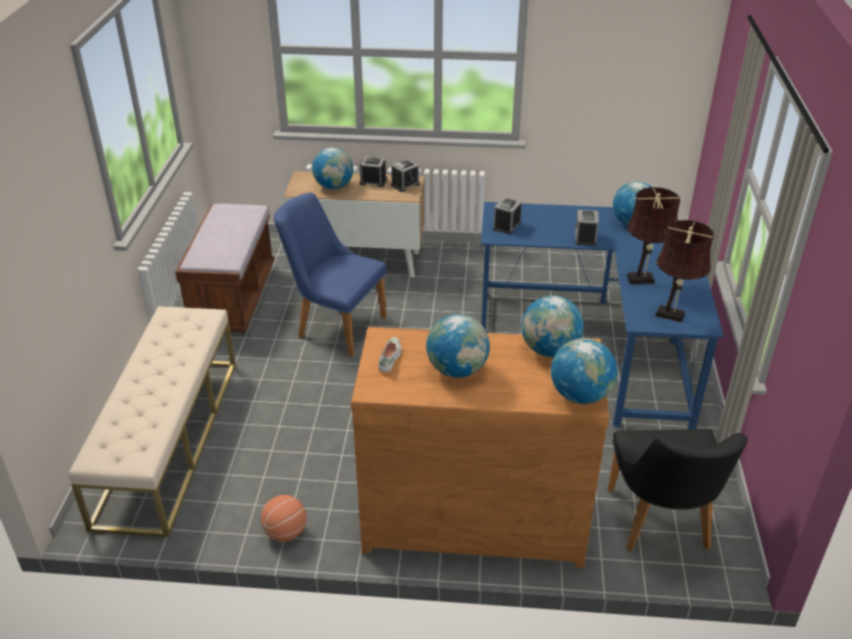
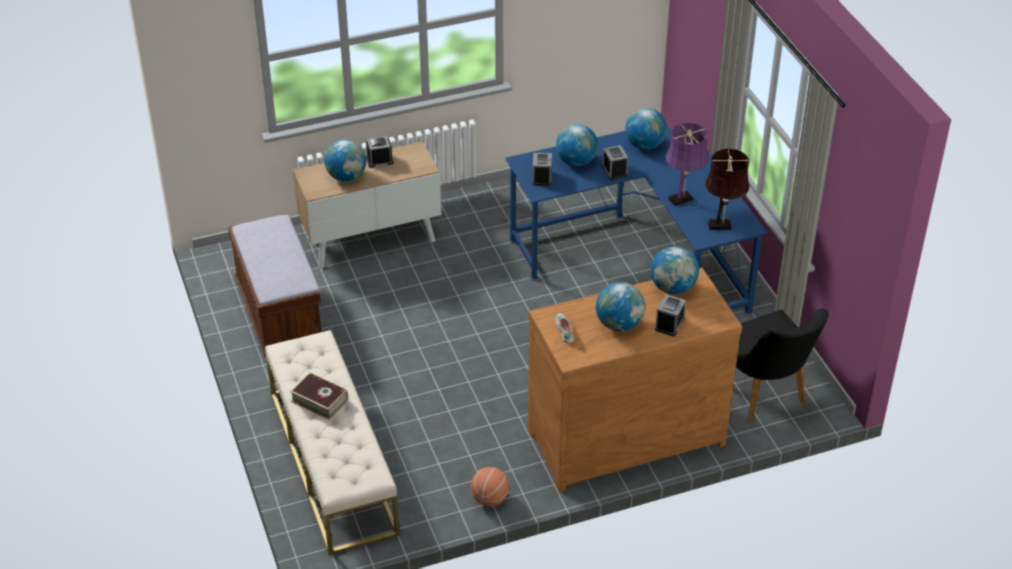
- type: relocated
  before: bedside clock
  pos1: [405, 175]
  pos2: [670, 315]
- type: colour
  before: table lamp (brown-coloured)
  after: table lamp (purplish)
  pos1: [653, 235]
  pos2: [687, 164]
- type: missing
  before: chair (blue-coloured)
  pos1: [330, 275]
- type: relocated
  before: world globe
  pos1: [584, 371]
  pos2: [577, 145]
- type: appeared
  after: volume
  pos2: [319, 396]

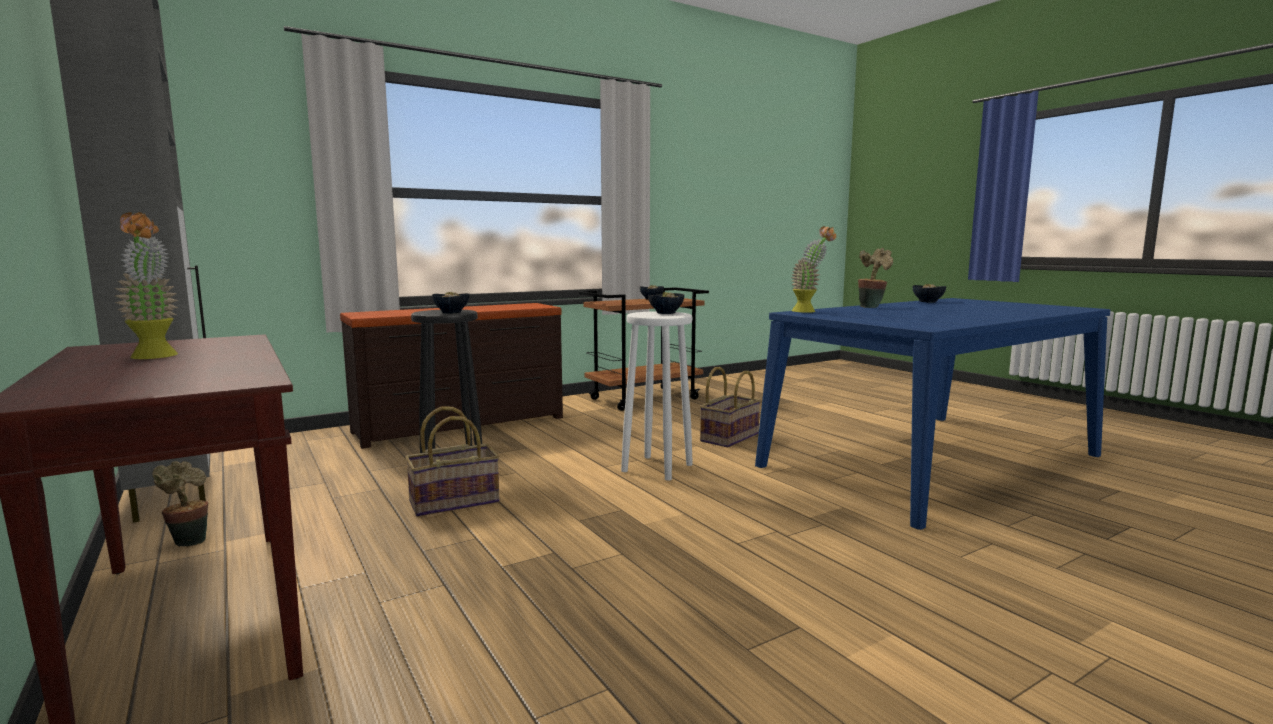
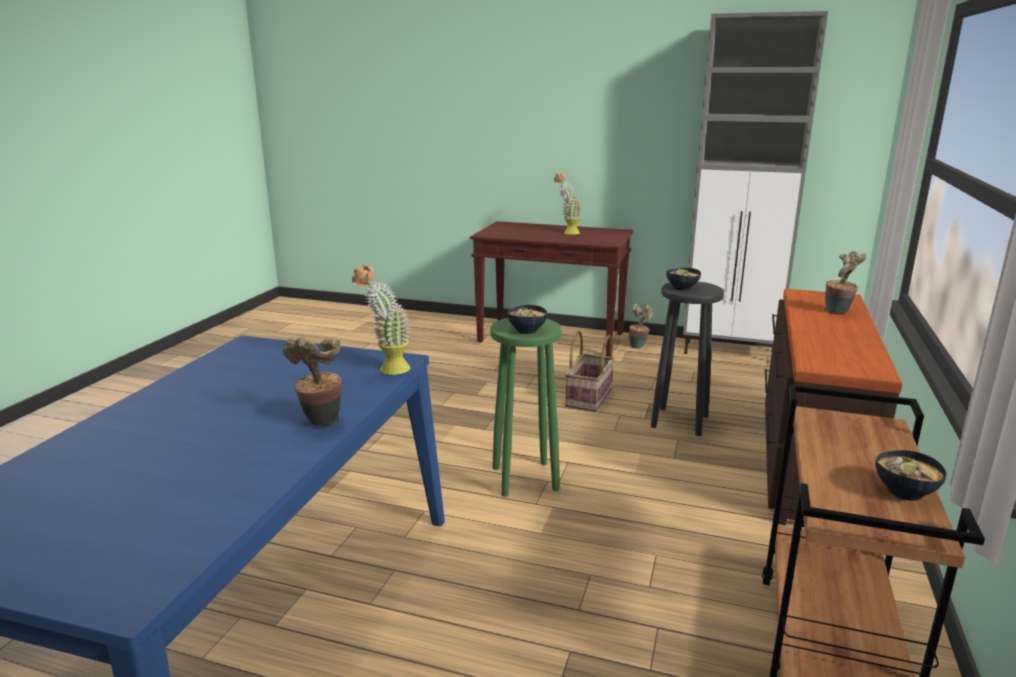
- type: missing
  before: bowl
  pos1: [929, 293]
- type: colour
  before: stool (whitish)
  after: stool (green-coloured)
  pos1: [657, 396]
  pos2: [526, 407]
- type: missing
  before: storage basket
  pos1: [730, 407]
- type: appeared
  after: potted plant
  pos2: [845, 282]

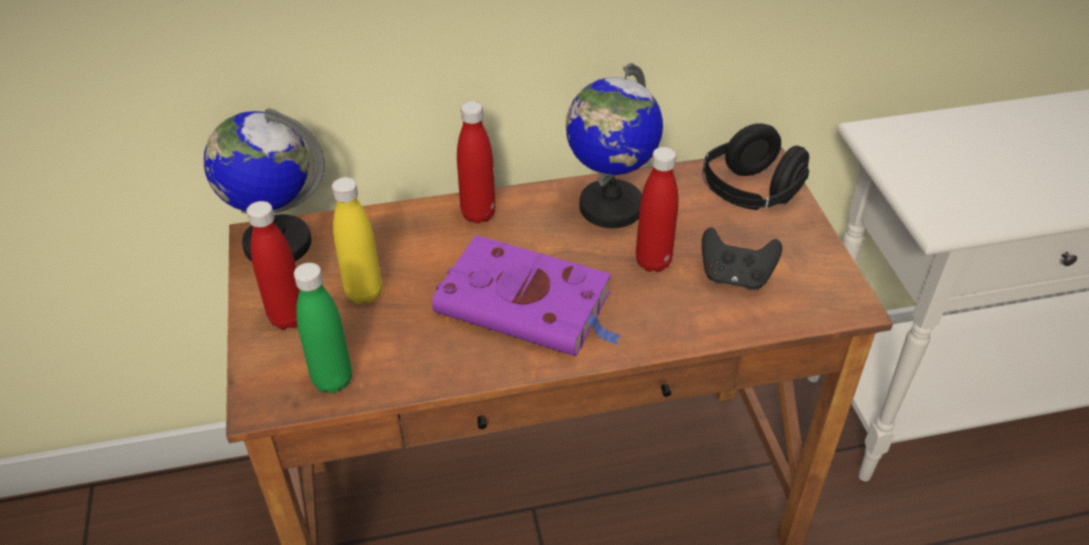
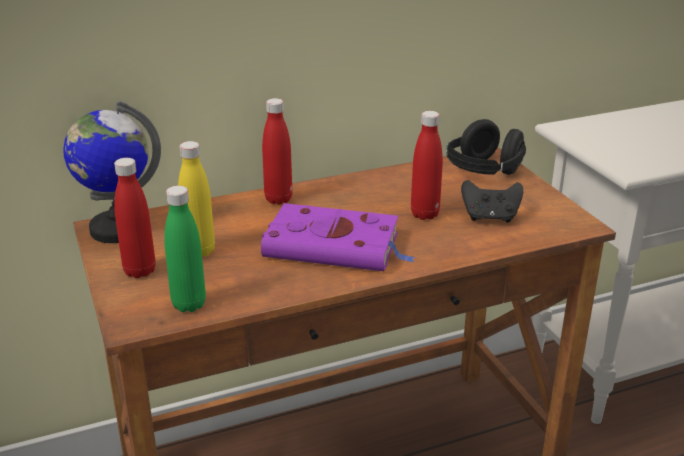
- type: missing
  before: world globe
  pos1: [614, 145]

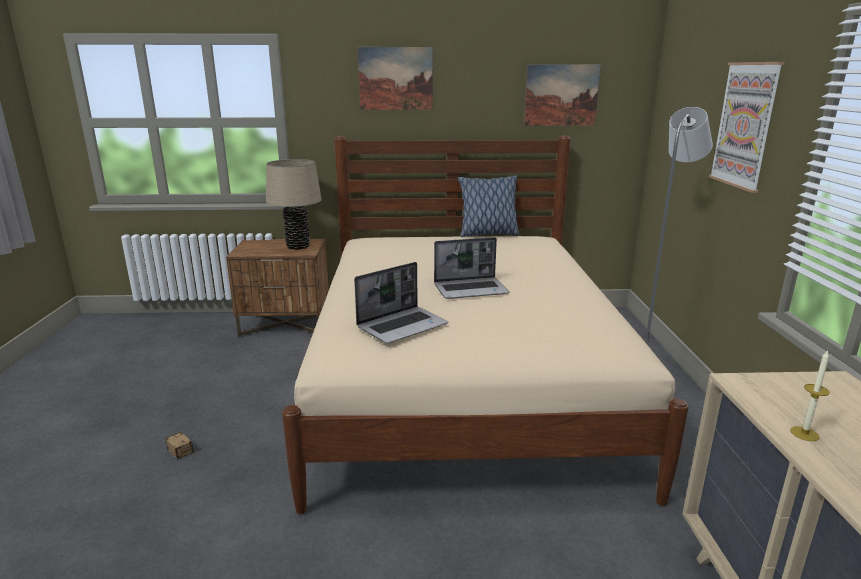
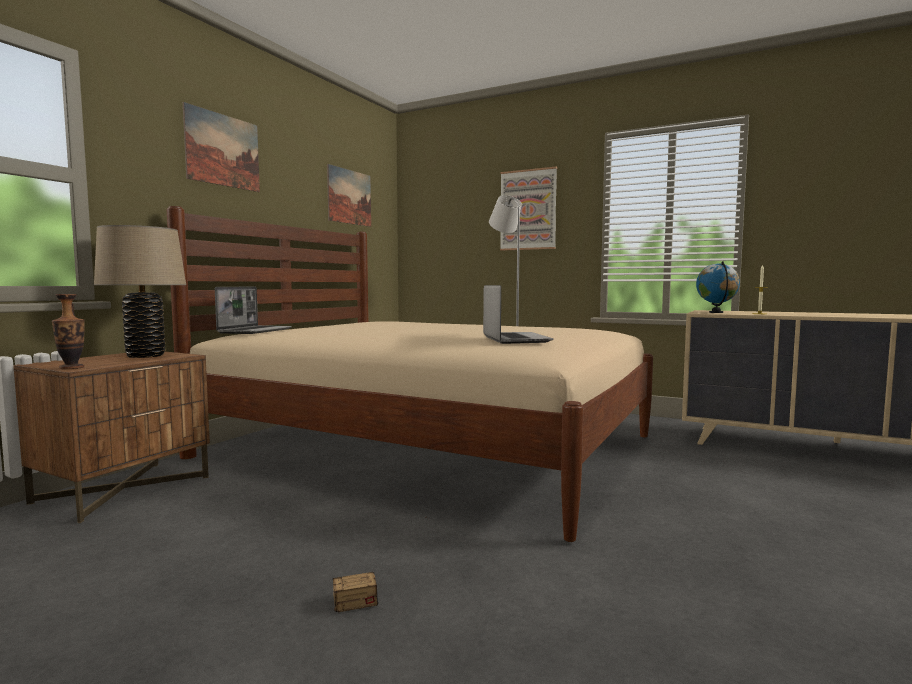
- type: missing
  before: throw pillow
  pos1: [488, 206]
- type: relocated
  before: portable computer
  pos1: [471, 268]
  pos2: [253, 310]
- type: appeared
  after: world globe
  pos2: [718, 287]
- type: appeared
  after: decorative vase
  pos2: [68, 331]

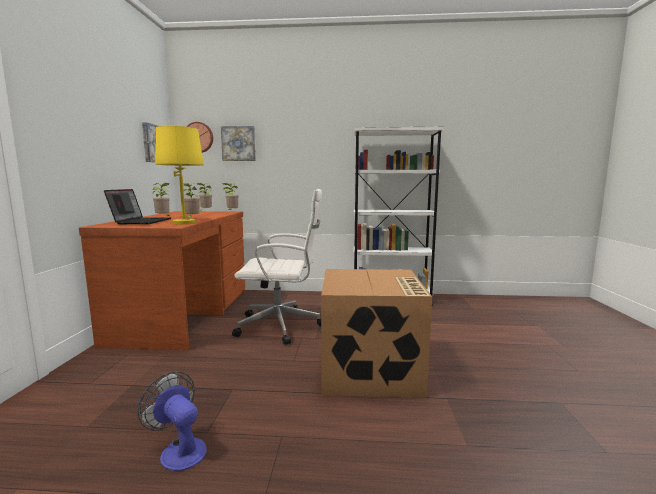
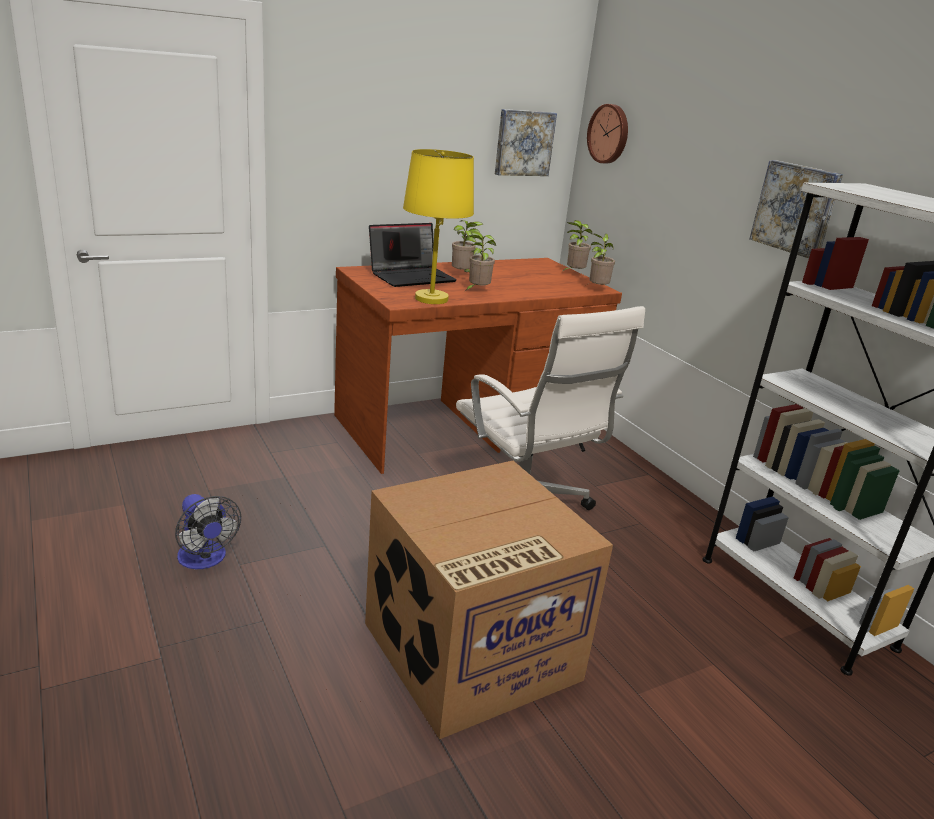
- type: relocated
  before: wall art
  pos1: [238, 143]
  pos2: [796, 209]
- type: spun
  before: electric fan
  pos1: [172, 421]
  pos2: [208, 531]
  turn: 135

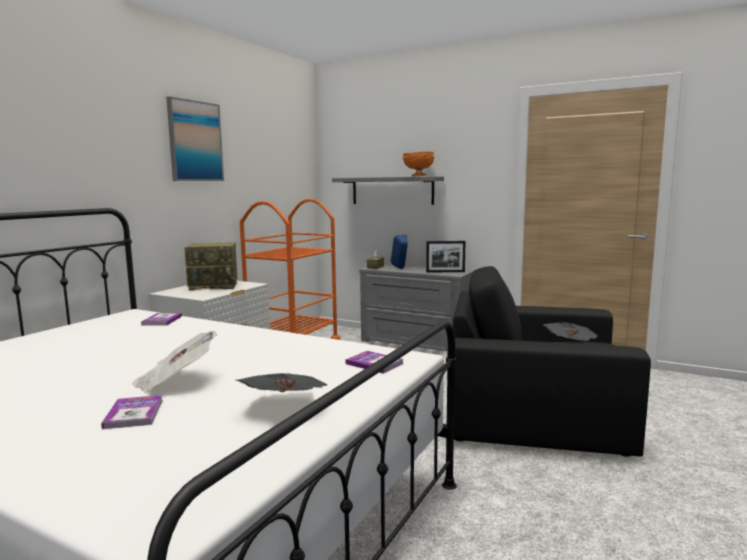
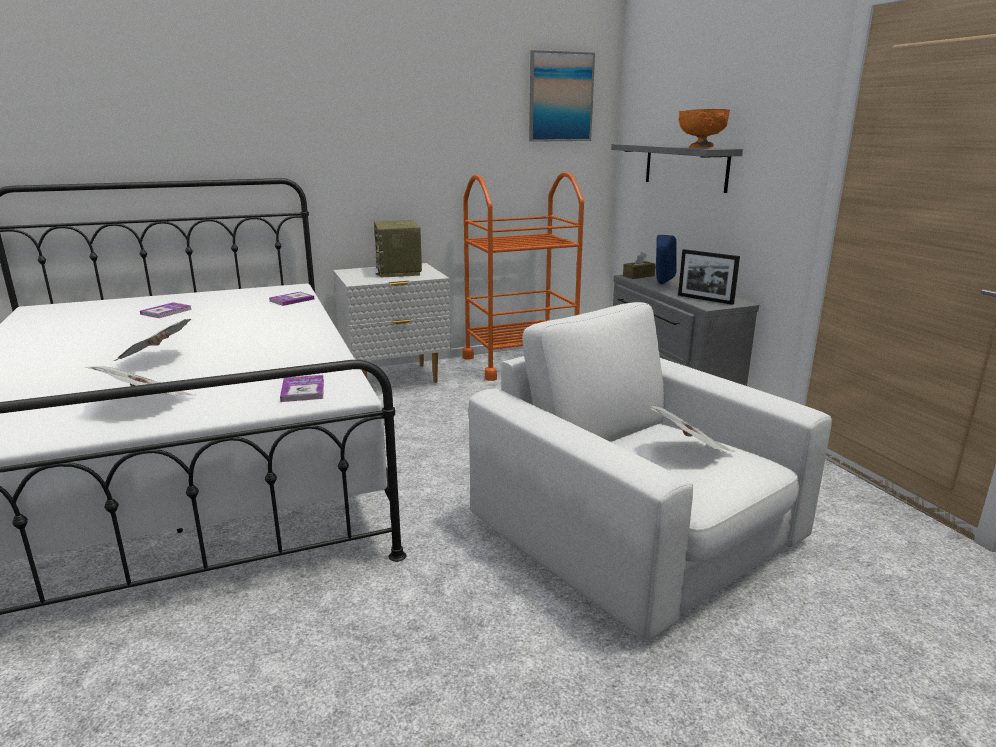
- type: relocated
  before: wall art
  pos1: [195, 138]
  pos2: [562, 96]
- type: spun
  before: radio receiver
  pos1: [211, 266]
  pos2: [398, 249]
  turn: 45
- type: colour
  before: lounge chair (black-coloured)
  after: lounge chair (whitish)
  pos1: [552, 361]
  pos2: [650, 471]
- type: relocated
  before: volume
  pos1: [132, 412]
  pos2: [166, 310]

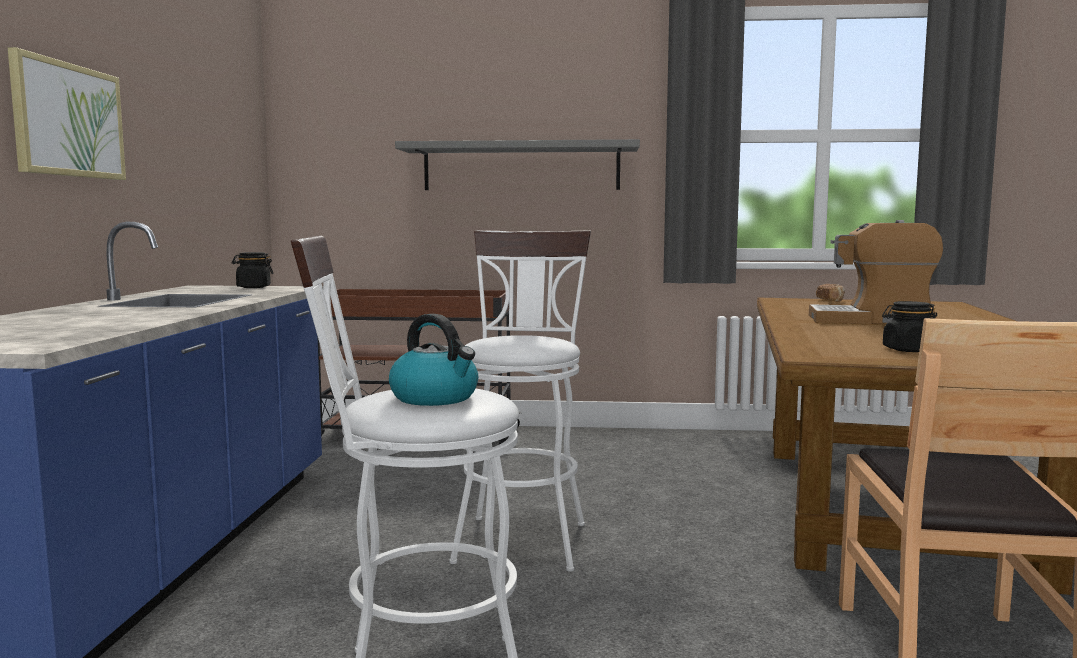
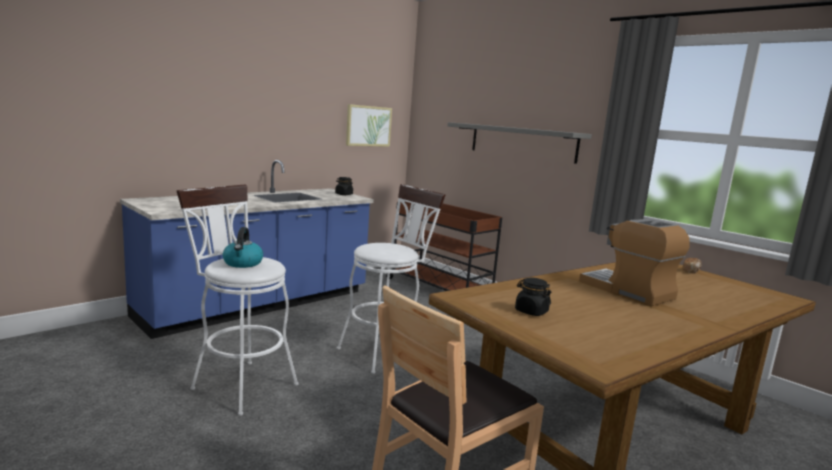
- type: relocated
  before: wall art
  pos1: [67, 113]
  pos2: [369, 125]

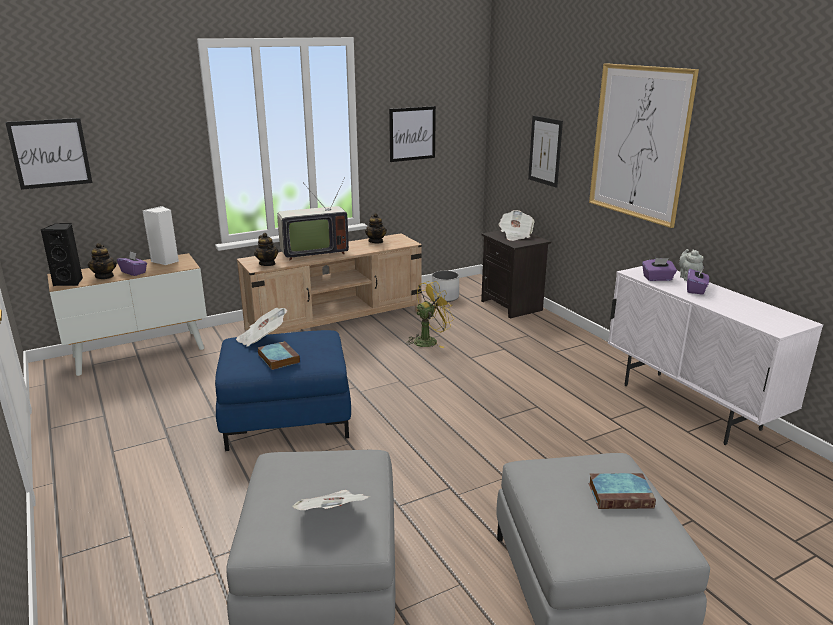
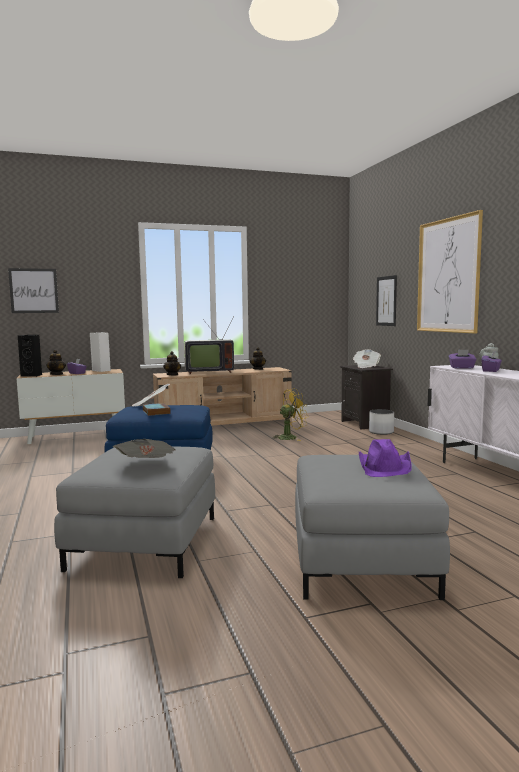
- type: missing
  before: wall art
  pos1: [412, 134]
- type: relocated
  before: flower pot (whitish)
  pos1: [445, 286]
  pos2: [381, 422]
- type: exchanged
  before: volume
  after: clothing hat (purplish)
  pos1: [622, 491]
  pos2: [385, 458]

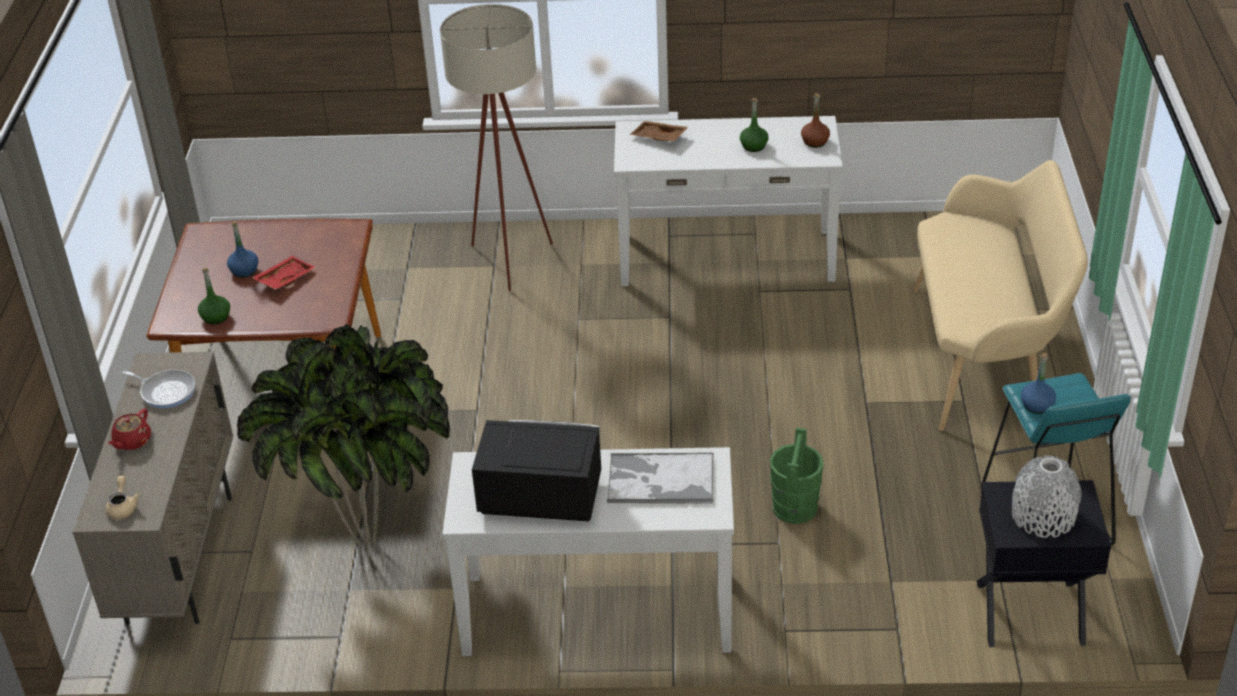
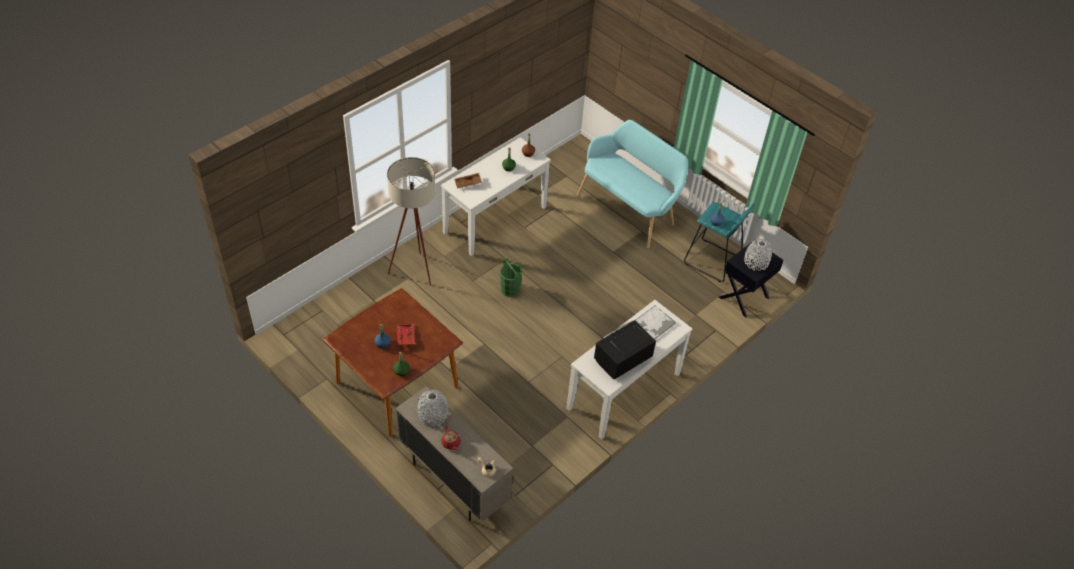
- type: colour
  before: long seat (beige-coloured)
  after: long seat (turquoise-coloured)
  pos1: [1000, 295]
  pos2: [632, 184]
- type: missing
  before: potted plant
  pos1: [343, 438]
- type: exchanged
  before: frying pan
  after: decorative vase (grey)
  pos1: [159, 389]
  pos2: [433, 407]
- type: relocated
  before: pail (green-coloured)
  pos1: [796, 476]
  pos2: [511, 277]

